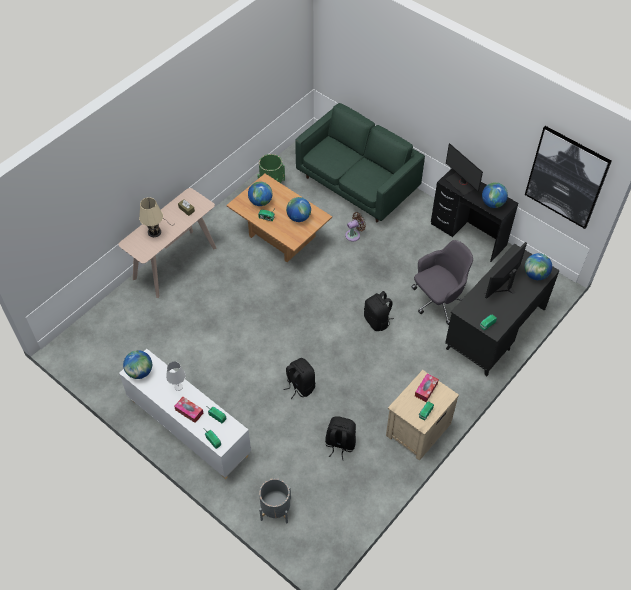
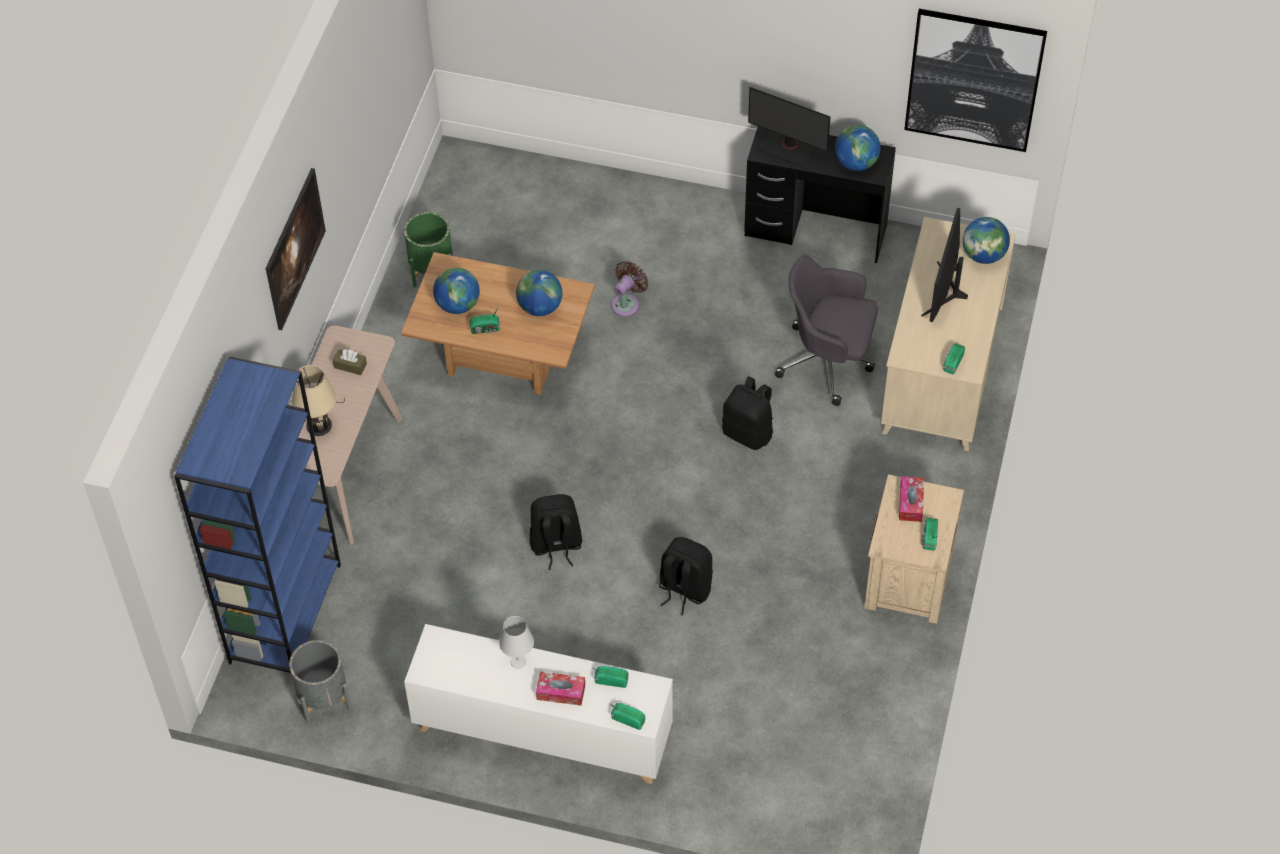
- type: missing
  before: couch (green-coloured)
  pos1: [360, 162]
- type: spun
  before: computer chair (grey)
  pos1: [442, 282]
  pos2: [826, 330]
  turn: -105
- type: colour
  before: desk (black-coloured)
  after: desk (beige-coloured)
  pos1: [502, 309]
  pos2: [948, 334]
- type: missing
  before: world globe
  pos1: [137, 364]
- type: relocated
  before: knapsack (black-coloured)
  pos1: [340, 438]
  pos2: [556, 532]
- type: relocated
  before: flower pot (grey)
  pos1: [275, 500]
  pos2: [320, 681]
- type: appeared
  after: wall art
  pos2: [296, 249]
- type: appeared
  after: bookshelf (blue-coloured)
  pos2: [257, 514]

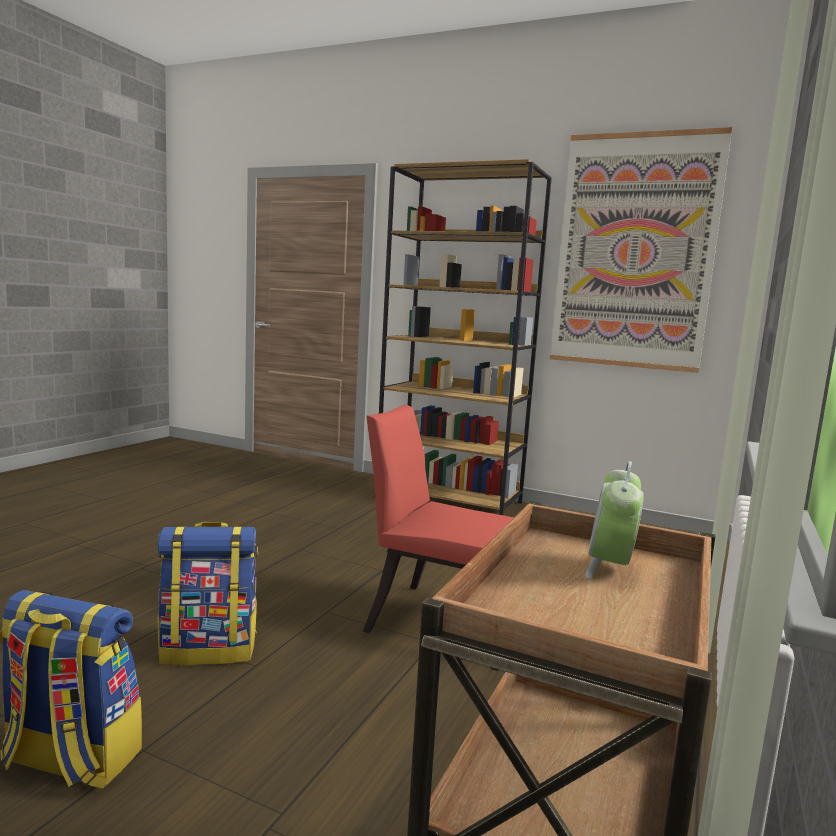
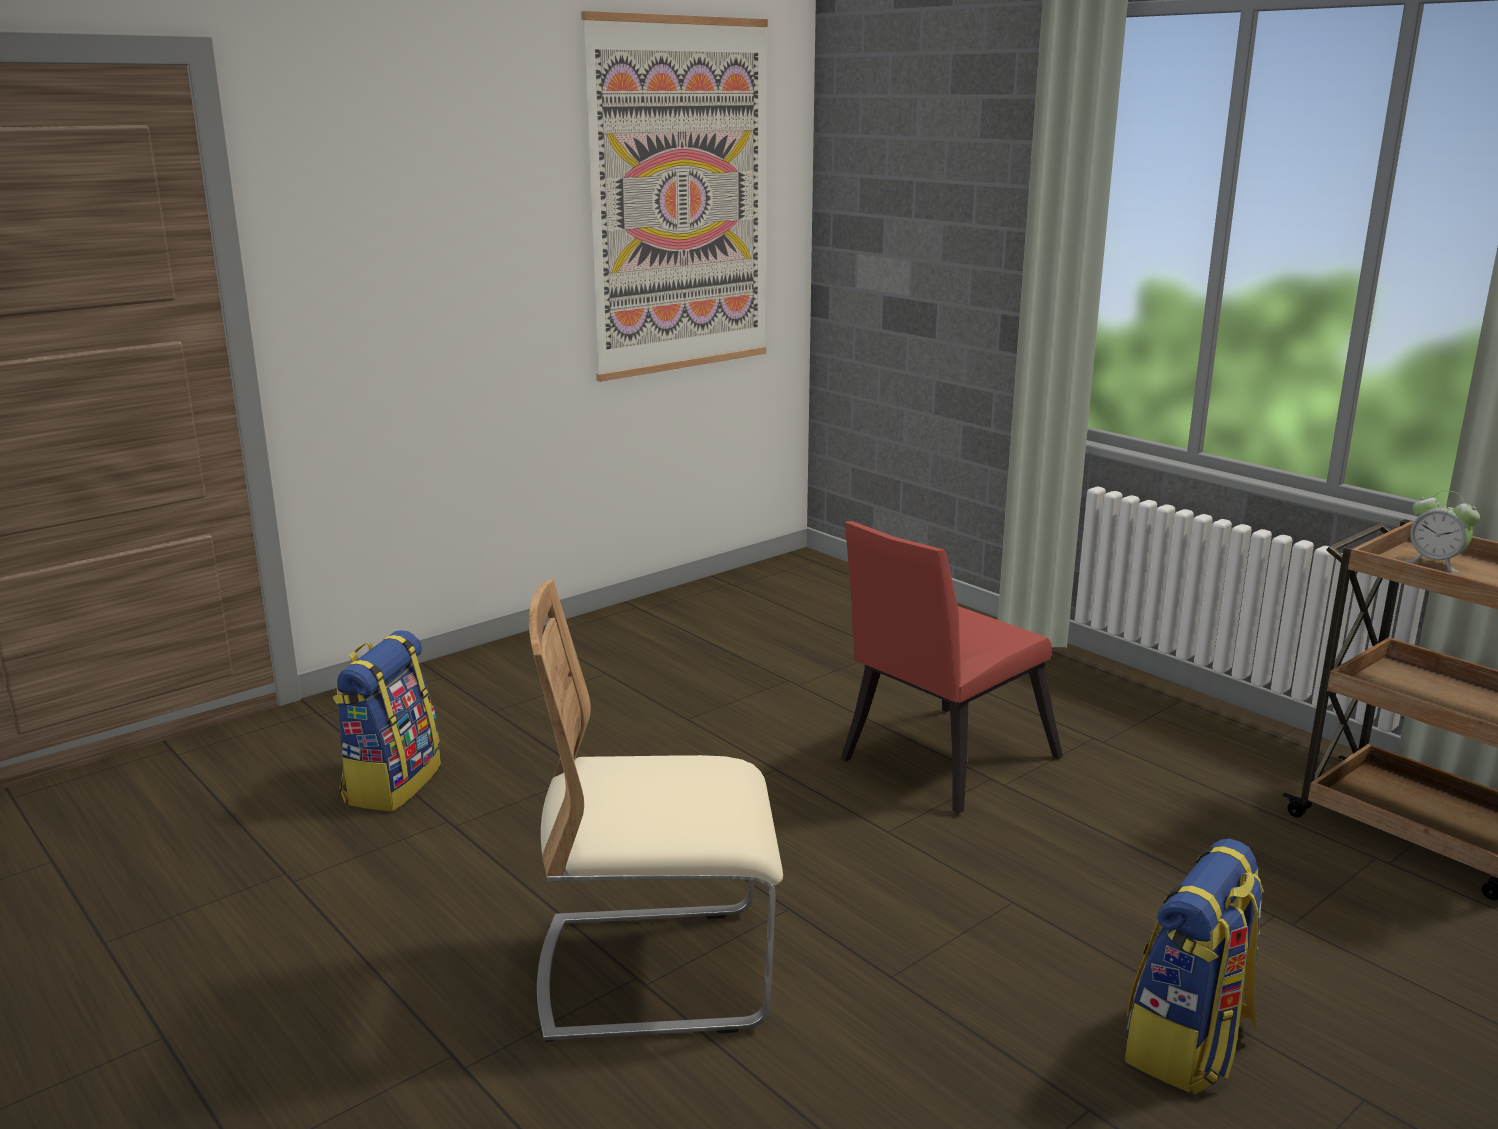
- type: missing
  before: bookshelf (brown-coloured)
  pos1: [465, 337]
- type: relocated
  before: knapsack
  pos1: [207, 593]
  pos2: [387, 720]
- type: appeared
  after: chair (beige-coloured)
  pos2: [656, 810]

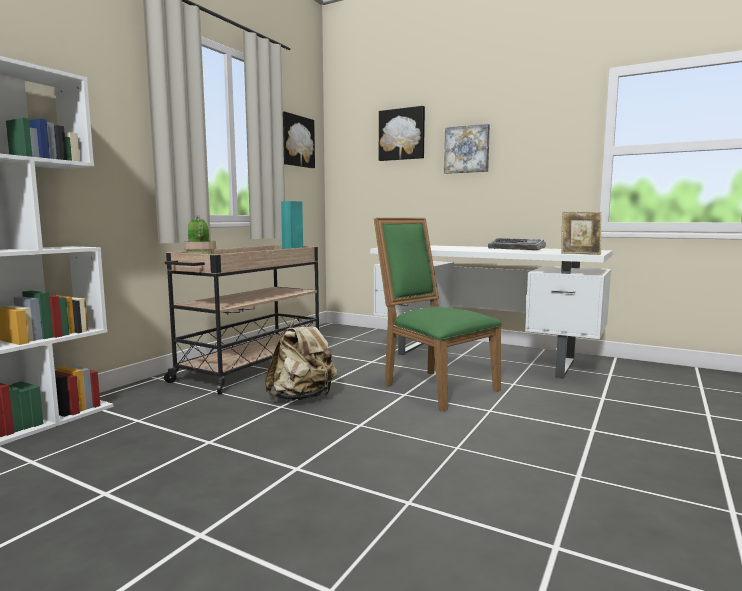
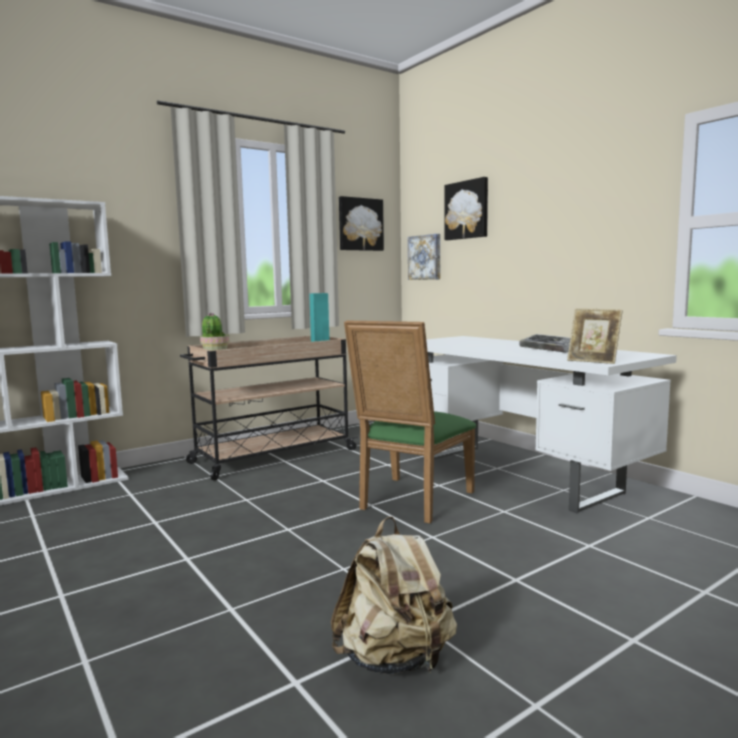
- type: relocated
  before: wall art
  pos1: [467, 149]
  pos2: [424, 257]
- type: spun
  before: chair (green-coloured)
  pos1: [438, 315]
  pos2: [410, 421]
  turn: -135
- type: relocated
  before: knapsack (beige-coloured)
  pos1: [300, 359]
  pos2: [394, 595]

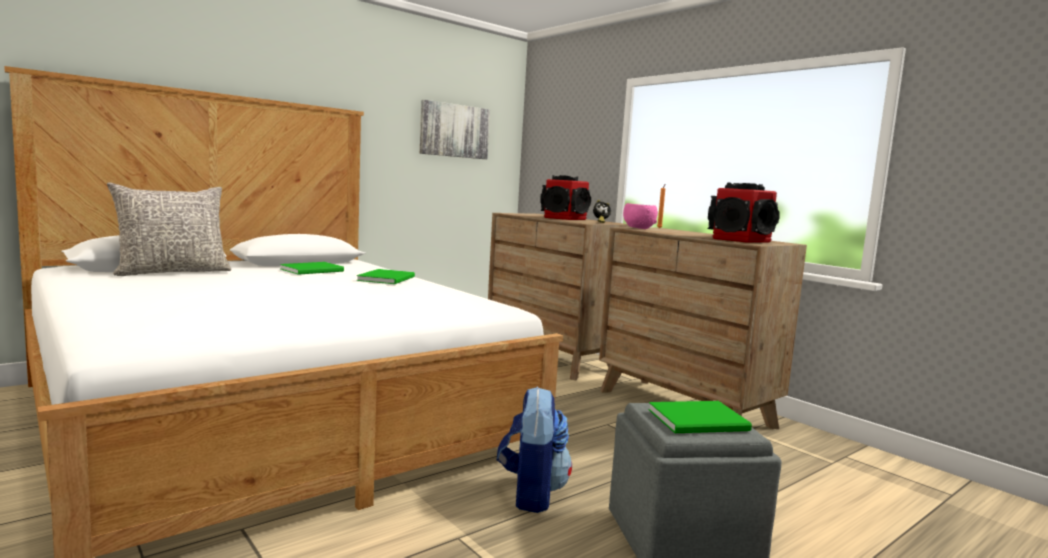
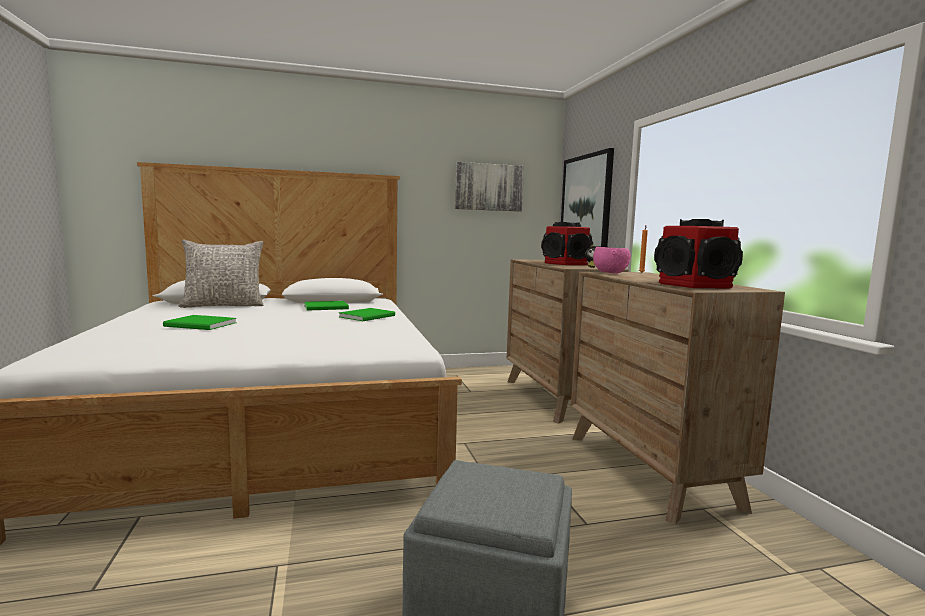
- type: missing
  before: knapsack
  pos1: [534, 450]
- type: relocated
  before: volume (green-coloured)
  pos1: [700, 417]
  pos2: [200, 322]
- type: appeared
  after: wall art
  pos2: [587, 197]

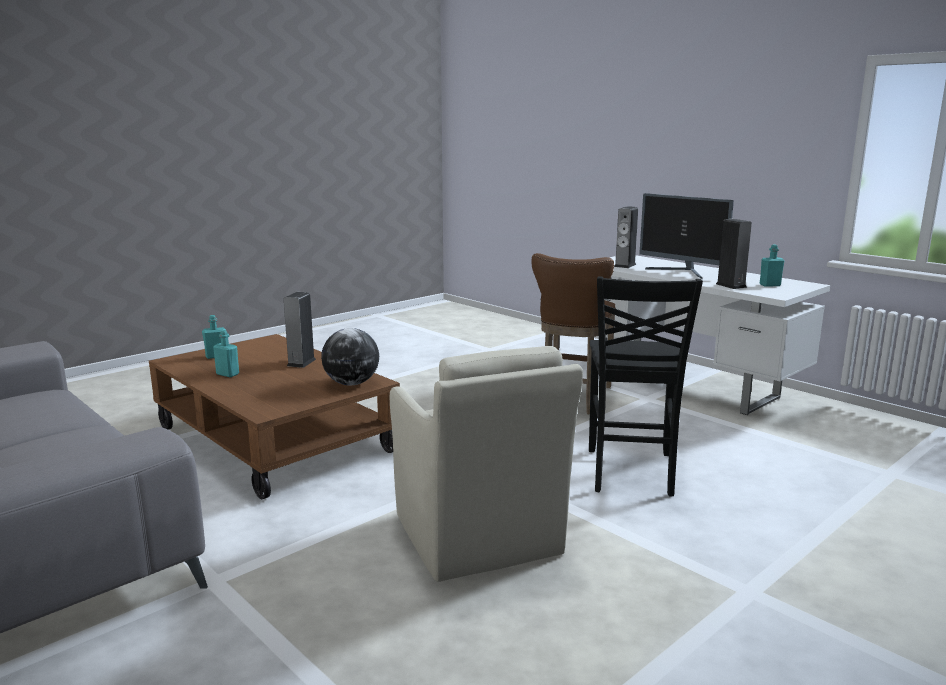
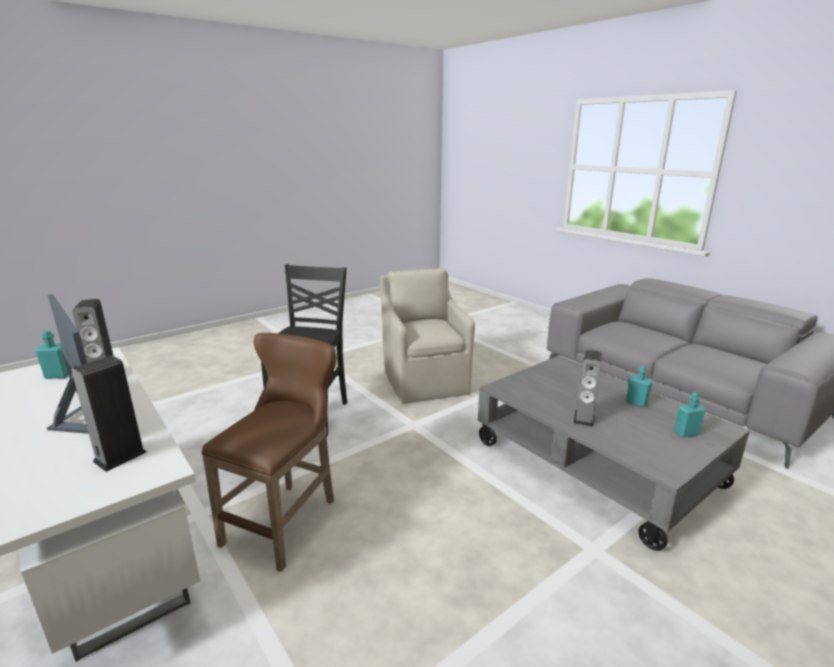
- type: missing
  before: world globe
  pos1: [350, 356]
- type: colour
  before: lounge table (brown-coloured)
  after: lounge table (grey)
  pos1: [274, 416]
  pos2: [614, 453]

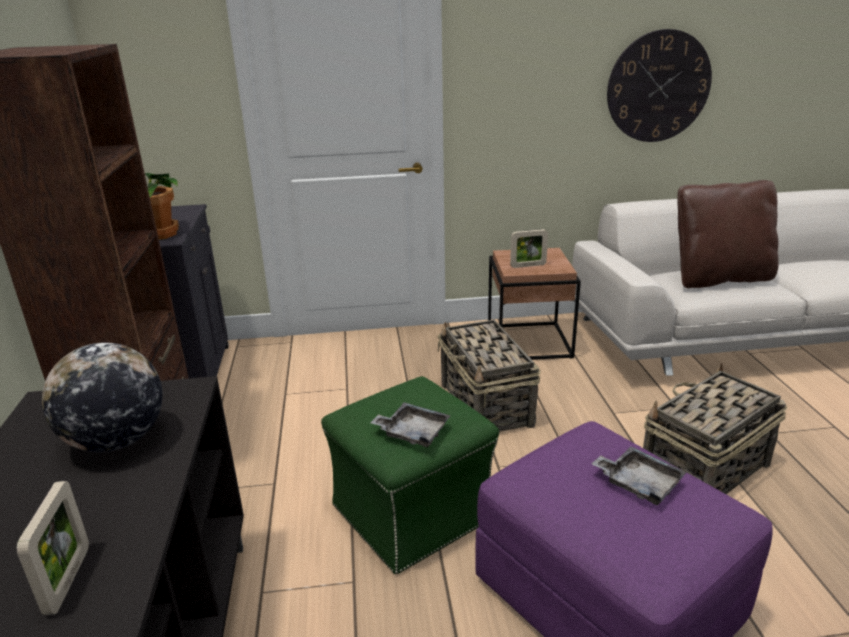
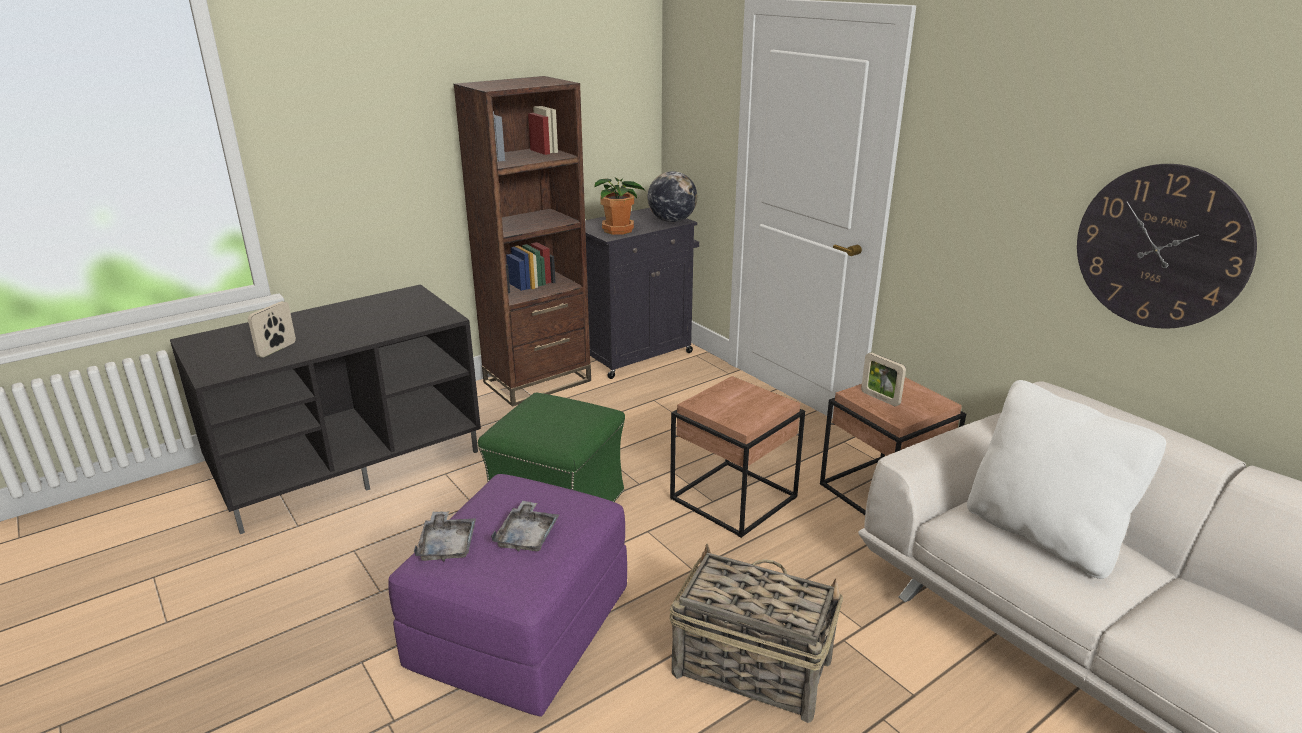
- type: colour
  before: throw pillow (brown-coloured)
  after: throw pillow (whitish)
  pos1: [728, 234]
  pos2: [1066, 479]
- type: exchanged
  before: storage basket
  after: side table (brown-coloured)
  pos1: [489, 376]
  pos2: [737, 457]
- type: relocated
  before: world globe
  pos1: [102, 397]
  pos2: [672, 197]
- type: relocated
  before: carrying tray (grey)
  pos1: [410, 424]
  pos2: [445, 536]
- type: spun
  before: standing frame
  pos1: [53, 548]
  pos2: [272, 329]
  turn: 150

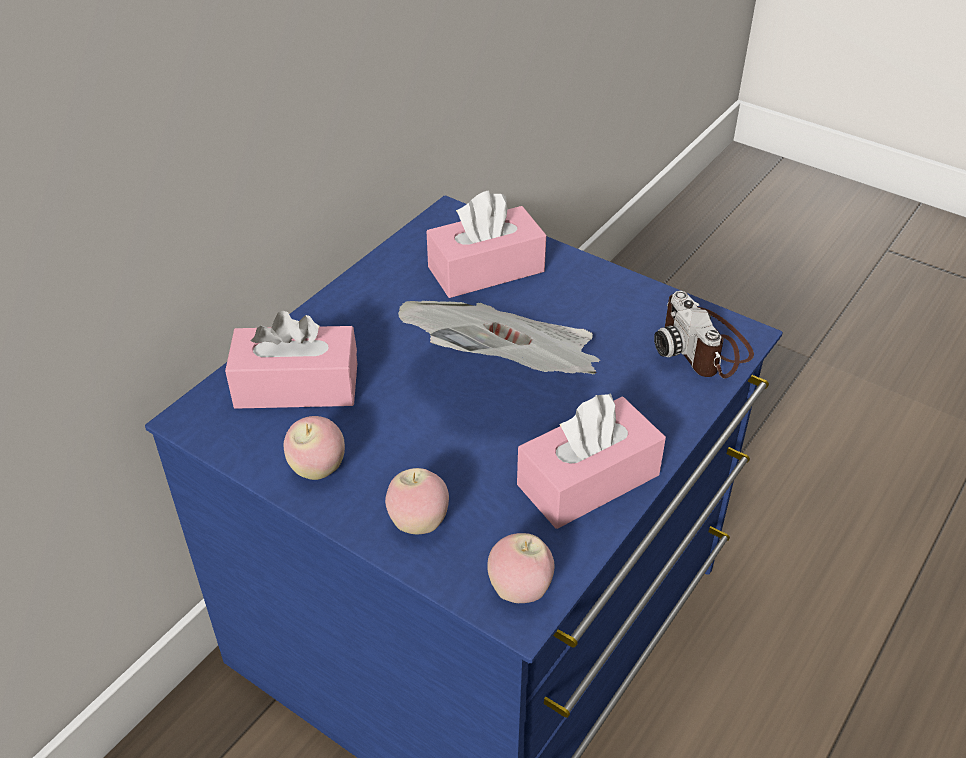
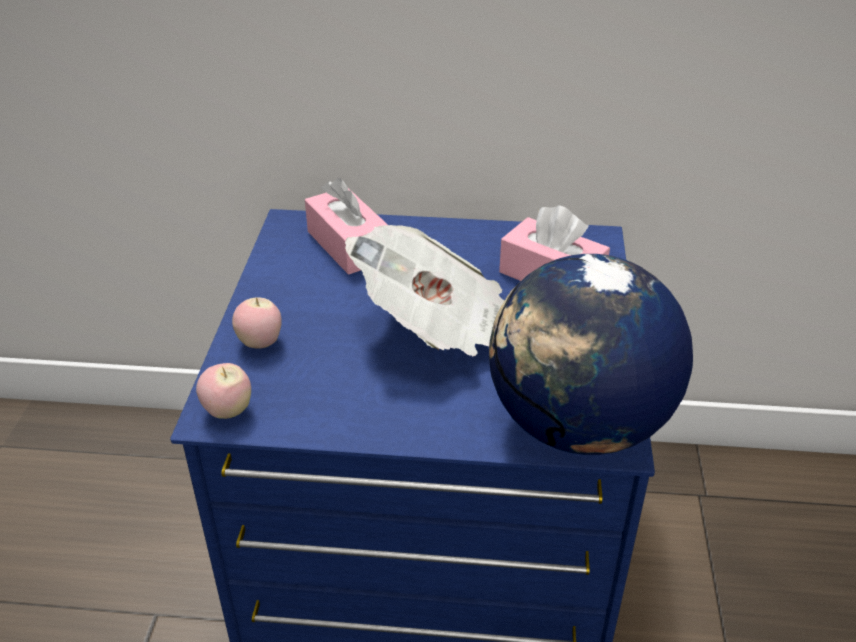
- type: exchanged
  before: still camera
  after: world globe
  pos1: [704, 335]
  pos2: [591, 354]
- type: missing
  before: tissue holder (pinkish)
  pos1: [591, 461]
- type: missing
  before: apple fruit
  pos1: [314, 448]

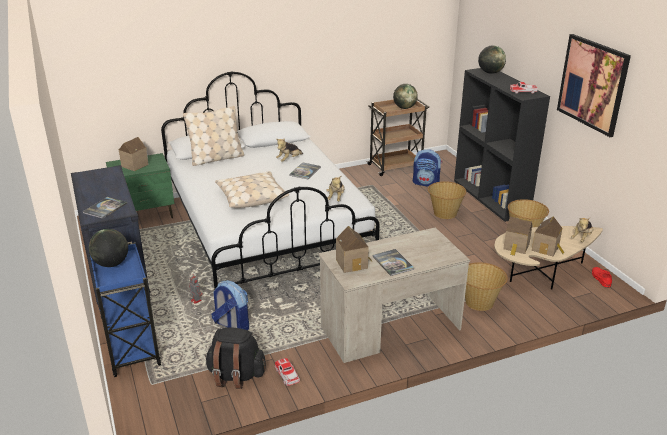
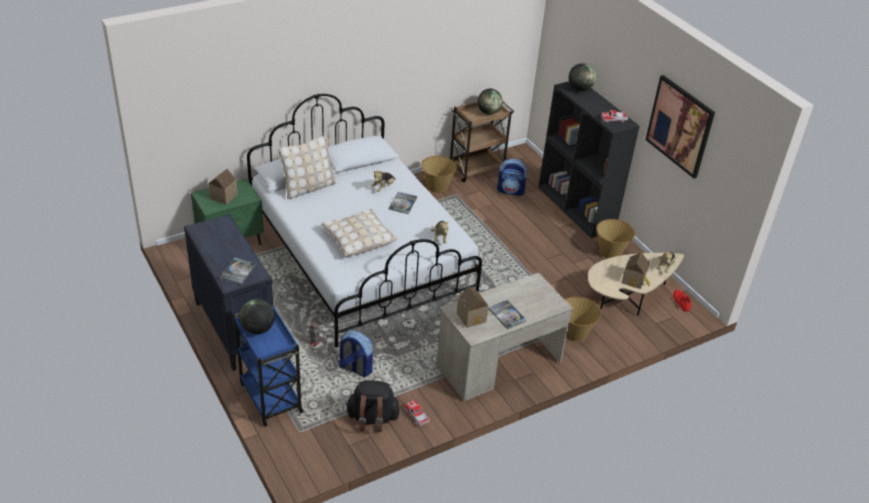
- type: relocated
  before: storage basket
  pos1: [447, 200]
  pos2: [439, 174]
- type: missing
  before: model house
  pos1: [518, 236]

